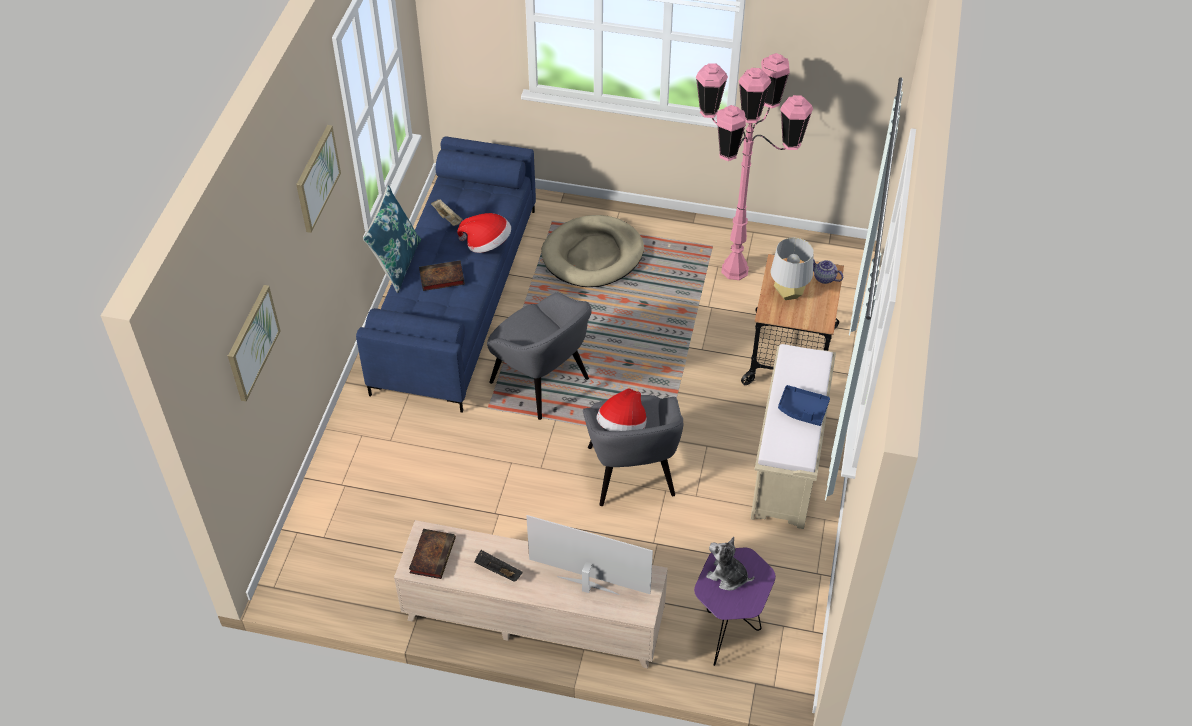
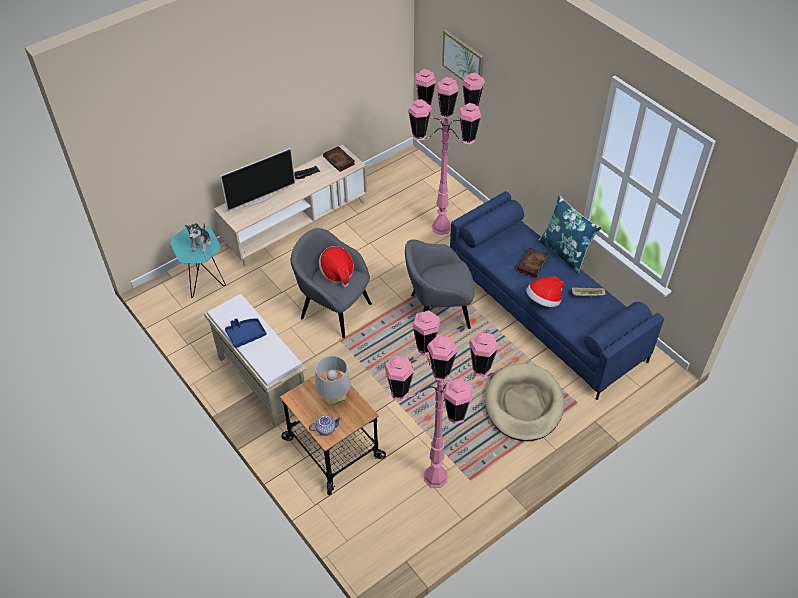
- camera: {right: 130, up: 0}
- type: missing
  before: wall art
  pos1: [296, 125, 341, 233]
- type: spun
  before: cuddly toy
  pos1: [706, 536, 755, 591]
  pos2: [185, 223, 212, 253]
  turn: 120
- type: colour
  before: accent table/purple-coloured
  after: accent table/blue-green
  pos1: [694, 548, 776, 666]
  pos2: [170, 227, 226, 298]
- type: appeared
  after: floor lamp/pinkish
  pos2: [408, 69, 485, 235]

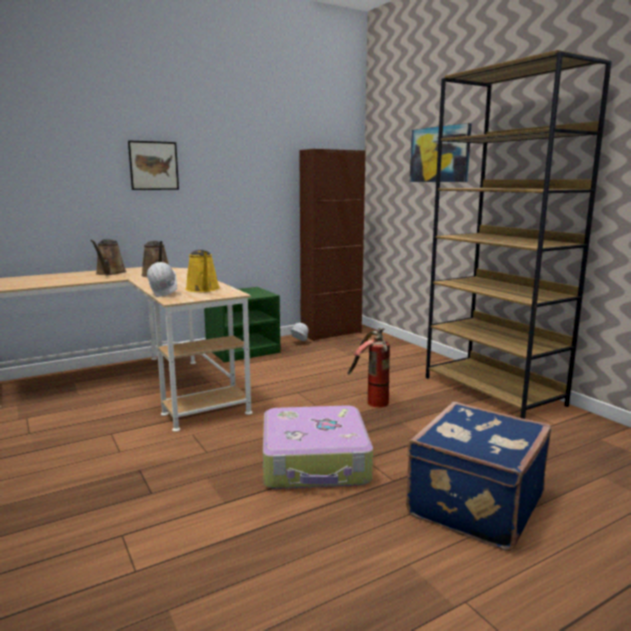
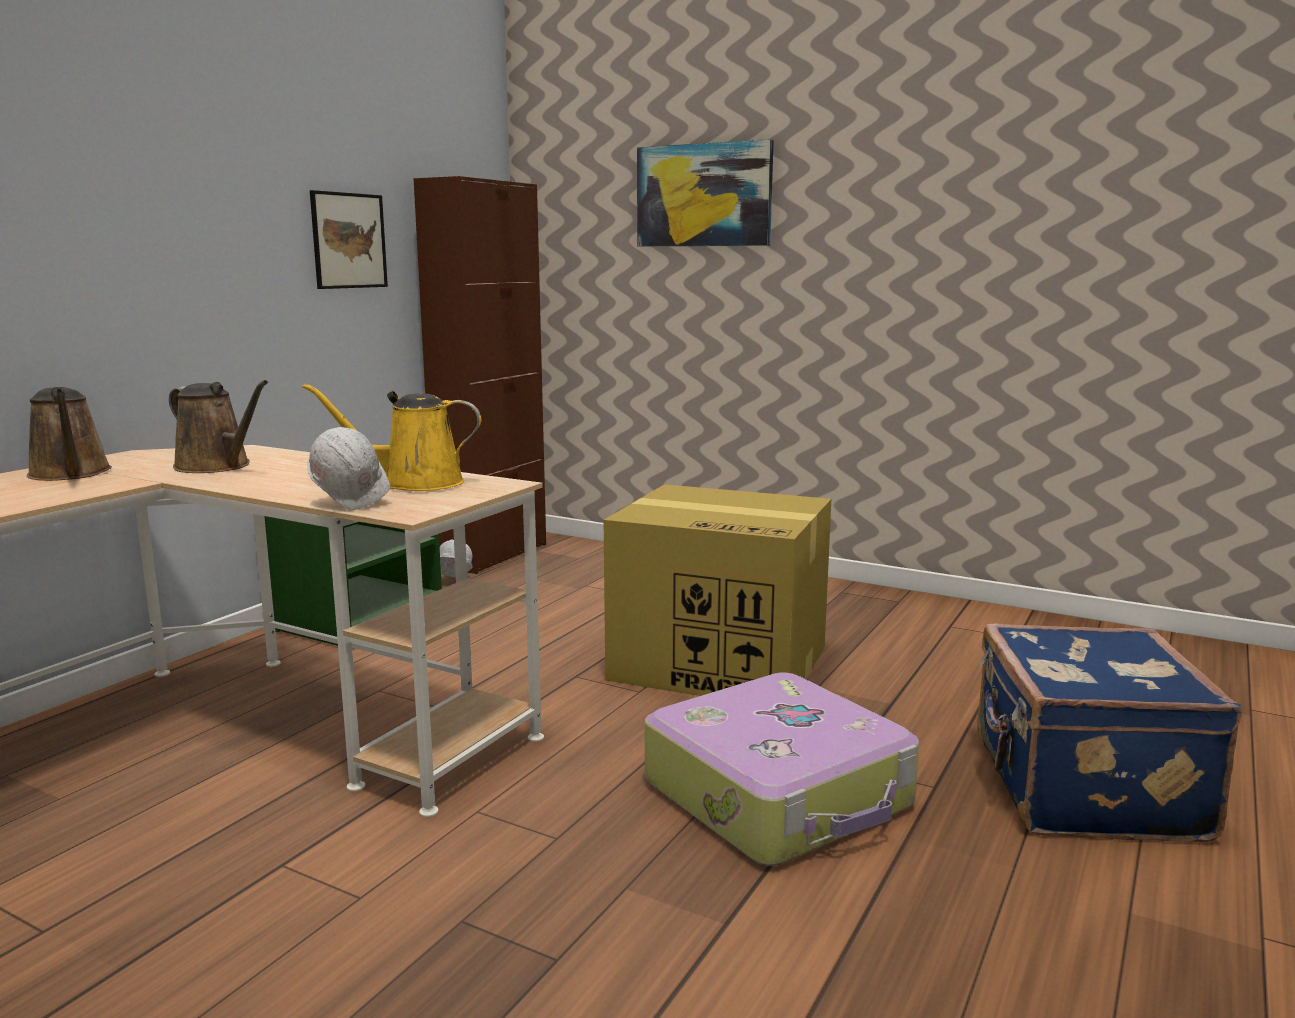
- camera: {right: -30, up: 0}
- type: missing
  before: shelving unit/brownish
  pos1: [426, 50, 612, 419]
- type: relocated
  before: wall art
  pos1: [128, 140, 179, 190]
  pos2: [310, 190, 388, 289]
- type: spun
  before: watering can/yellow-coloured
  pos1: [185, 250, 220, 292]
  pos2: [302, 383, 481, 491]
  turn: 135
- type: exchanged
  before: fire extinguisher
  after: packing box
  pos1: [347, 328, 390, 408]
  pos2: [604, 484, 831, 696]

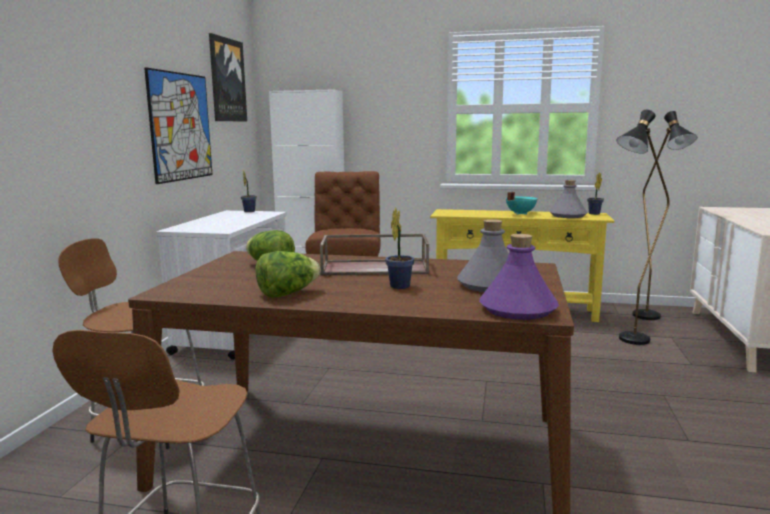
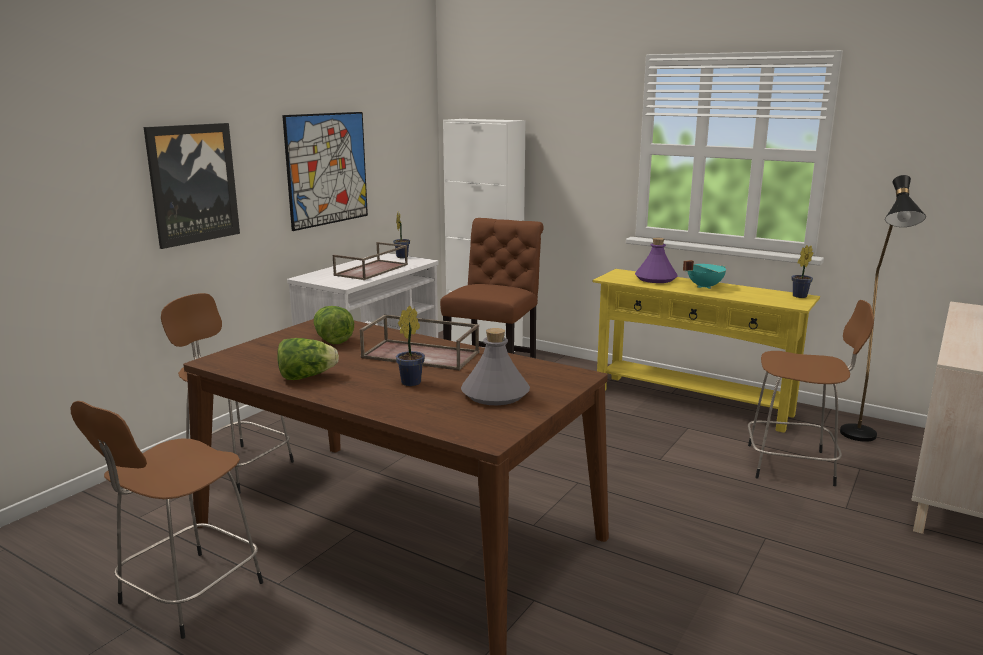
- camera: {right: 20, up: 5}
- type: relocated
  before: wall art
  pos1: [209, 33, 247, 122]
  pos2: [144, 123, 240, 249]
- type: exchanged
  before: floor lamp/black
  after: stool seat/brownish
  pos1: [617, 110, 670, 345]
  pos2: [748, 300, 874, 486]
- type: missing
  before: bottle/gray
  pos1: [550, 180, 587, 218]
- type: relocated
  before: bottle/purple-coloured
  pos1: [479, 234, 559, 320]
  pos2: [635, 238, 678, 283]
- type: appeared
  after: carrying tray/brownish
  pos2: [333, 242, 408, 280]

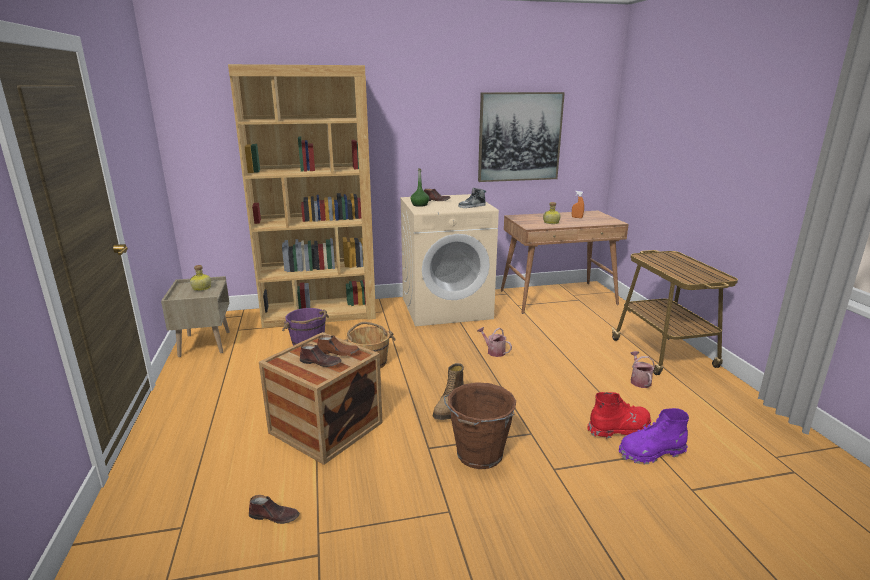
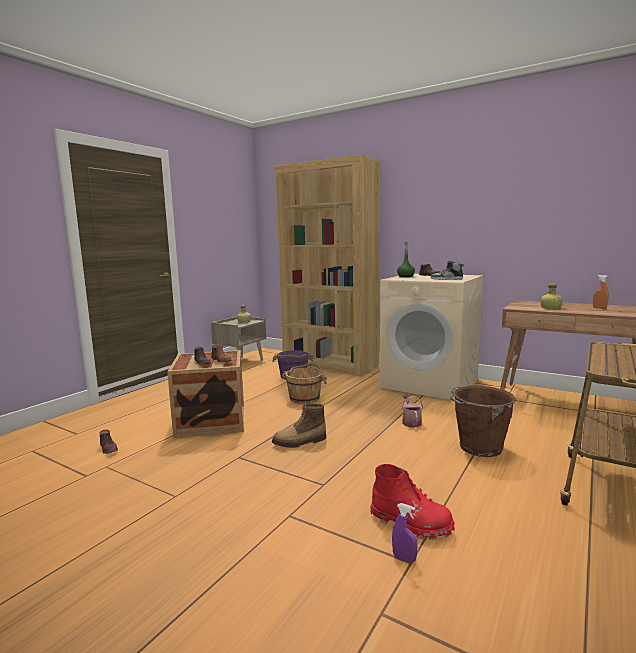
- camera: {right: 45, up: -10}
- type: missing
  before: wall art
  pos1: [478, 92, 565, 182]
- type: missing
  before: watering can
  pos1: [631, 351, 655, 388]
- type: relocated
  before: water bucket/brownish
  pos1: [444, 382, 516, 469]
  pos2: [450, 386, 516, 457]
- type: exchanged
  before: high-top boot/purple-coloured
  after: sprayer/purple-coloured
  pos1: [619, 408, 689, 464]
  pos2: [392, 503, 418, 562]

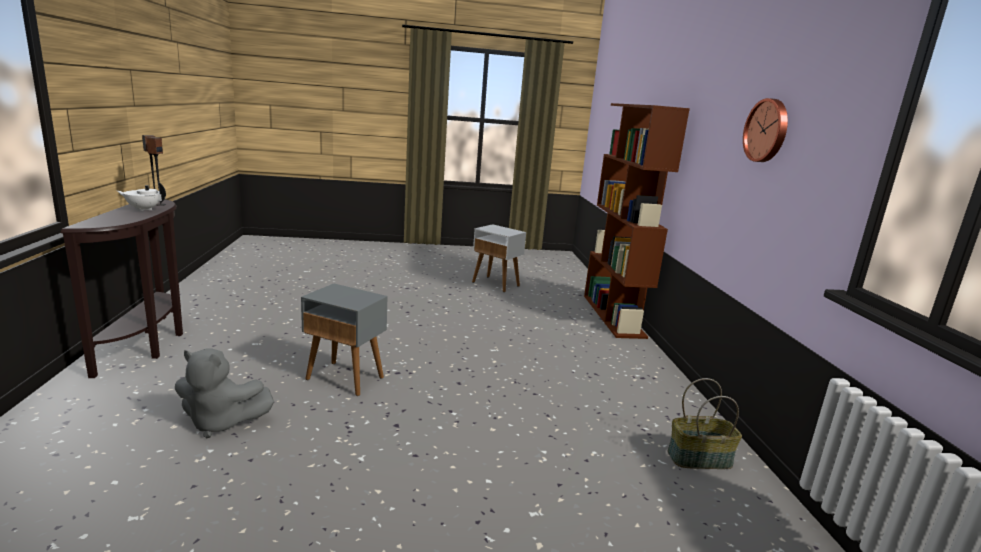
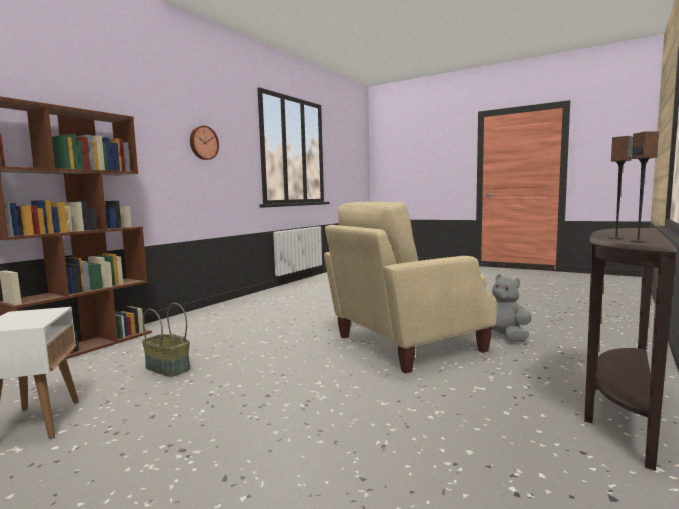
- camera: {right: -140, up: -10}
- type: missing
  before: pot for tea/white-coloured
  pos1: [117, 182, 166, 211]
- type: exchanged
  before: accent table/gray
  after: lounge chair/beige
  pos1: [301, 283, 388, 396]
  pos2: [324, 201, 497, 373]
- type: relocated
  before: storage basket
  pos1: [667, 378, 742, 469]
  pos2: [142, 303, 190, 377]

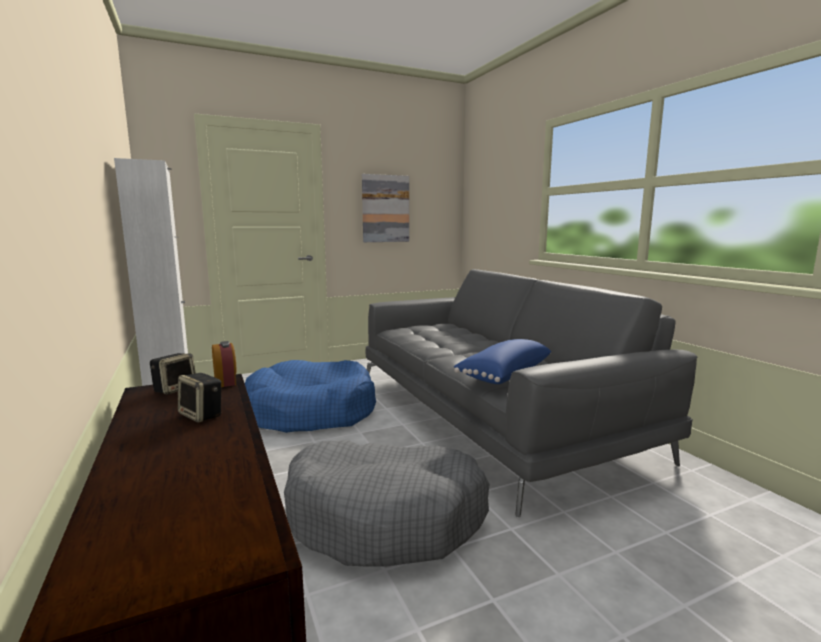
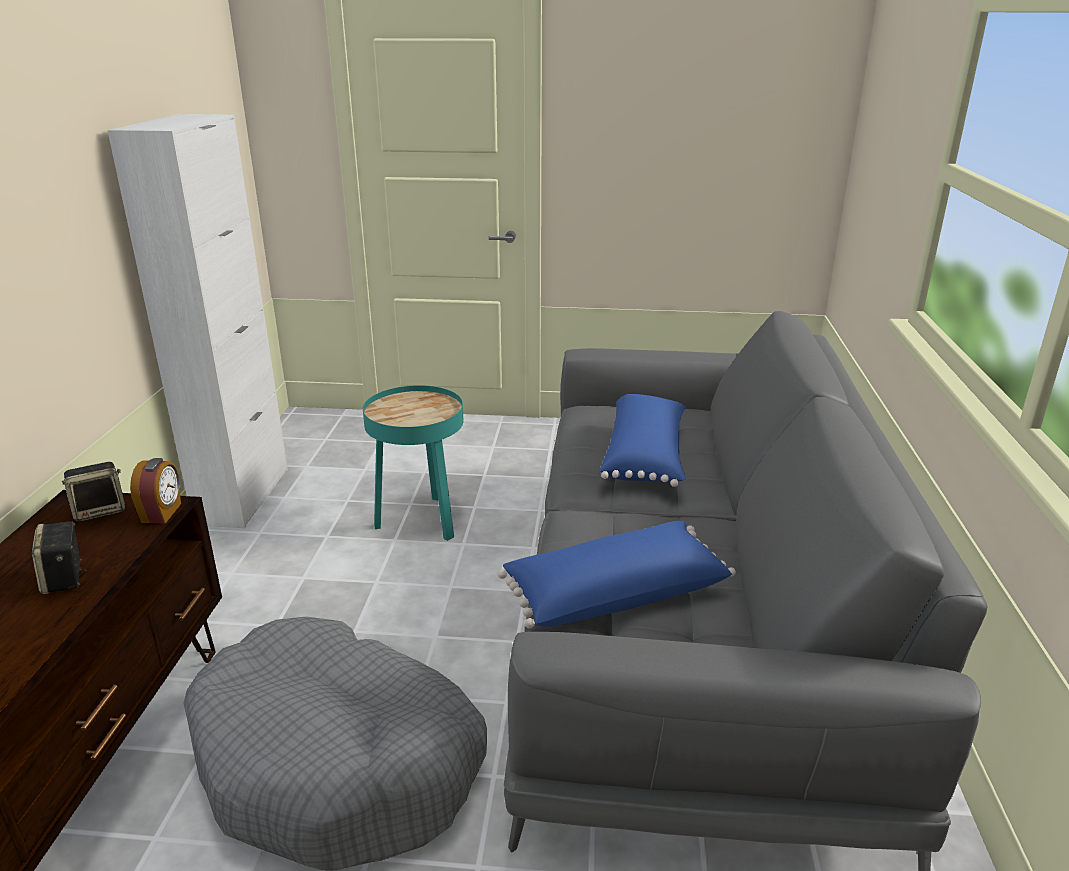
- camera: {right: 30, up: 15}
- type: missing
  before: wall art
  pos1: [362, 174, 409, 242]
- type: exchanged
  before: dog bed/bluish
  after: accent table/blue-green
  pos1: [245, 360, 376, 433]
  pos2: [363, 385, 464, 541]
- type: appeared
  after: cushion/bluish
  pos2: [600, 394, 686, 487]

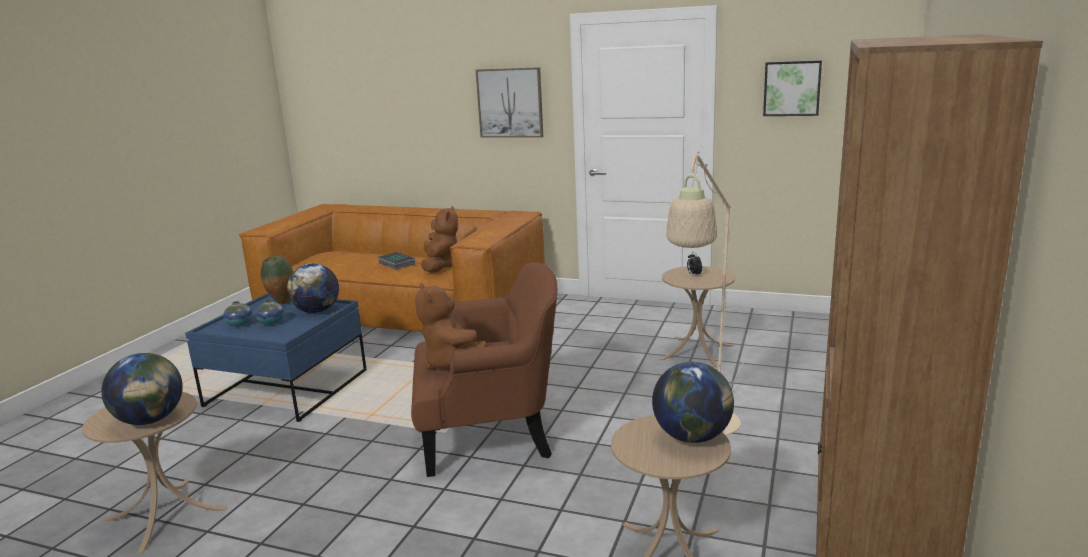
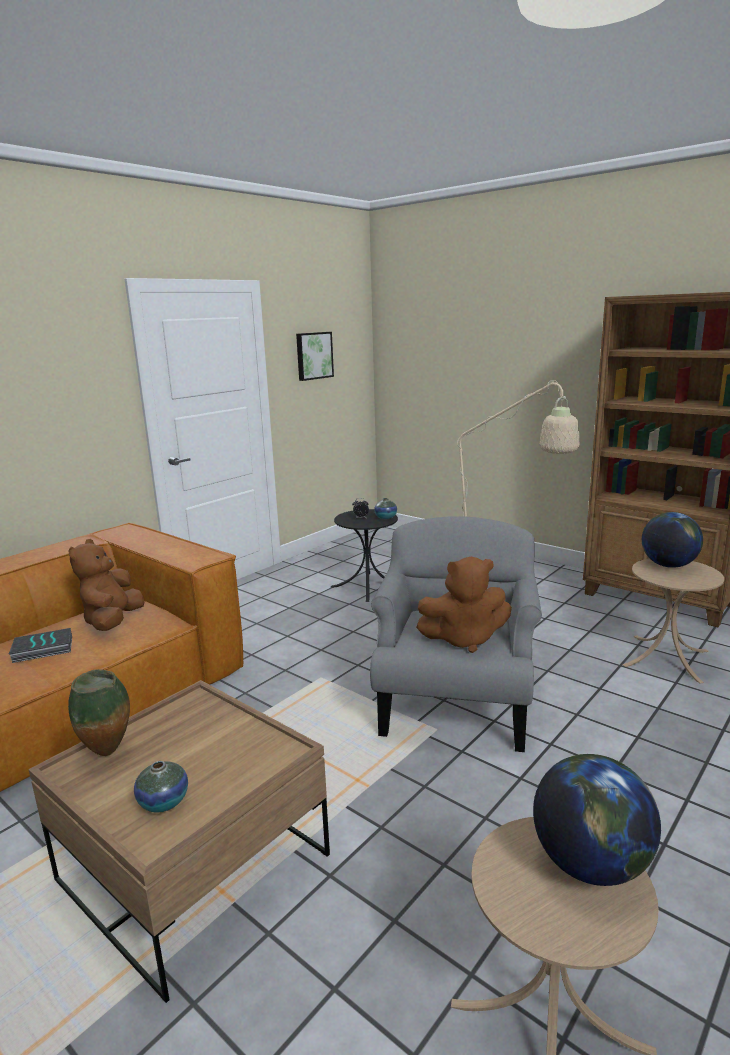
- camera: {right: -70, up: 0}
- type: missing
  before: wall art
  pos1: [476, 67, 543, 138]
- type: spun
  before: cuddly toy/brownish
  pos1: [421, 206, 458, 273]
  pos2: [69, 539, 145, 631]
  turn: -105
- type: colour
  before: lounge chair/brownish
  after: lounge chair/gray
  pos1: [411, 262, 558, 477]
  pos2: [370, 516, 542, 752]
- type: missing
  before: globe
  pos1: [287, 263, 339, 313]
- type: colour
  before: accent table/beige
  after: accent table/black
  pos1: [658, 266, 735, 368]
  pos2: [331, 509, 398, 602]
- type: colour
  before: low table/bluish
  after: low table/brownish
  pos1: [185, 293, 367, 422]
  pos2: [28, 680, 330, 1003]
- type: relocated
  before: vase
  pos1: [256, 300, 285, 325]
  pos2: [374, 498, 397, 519]

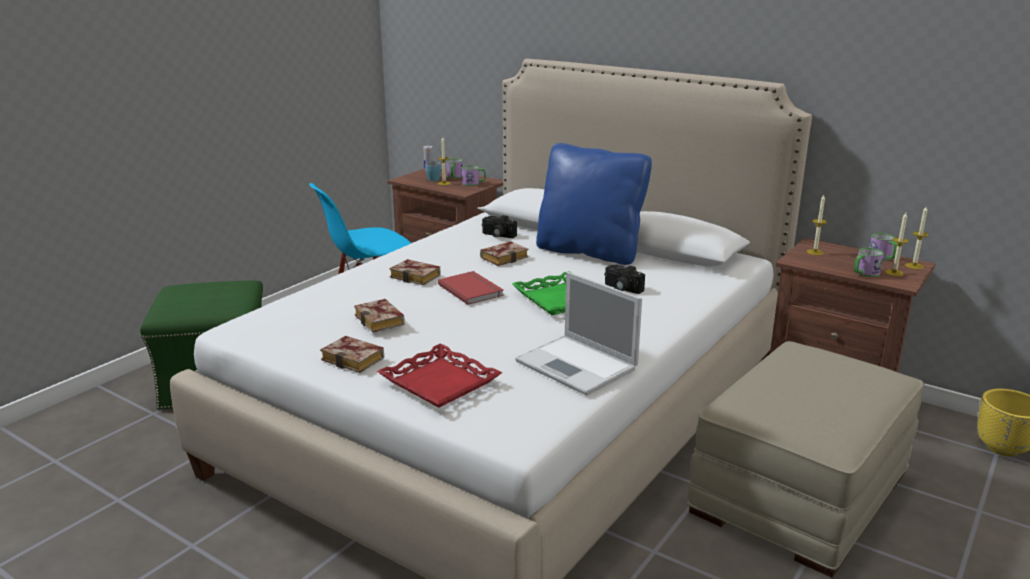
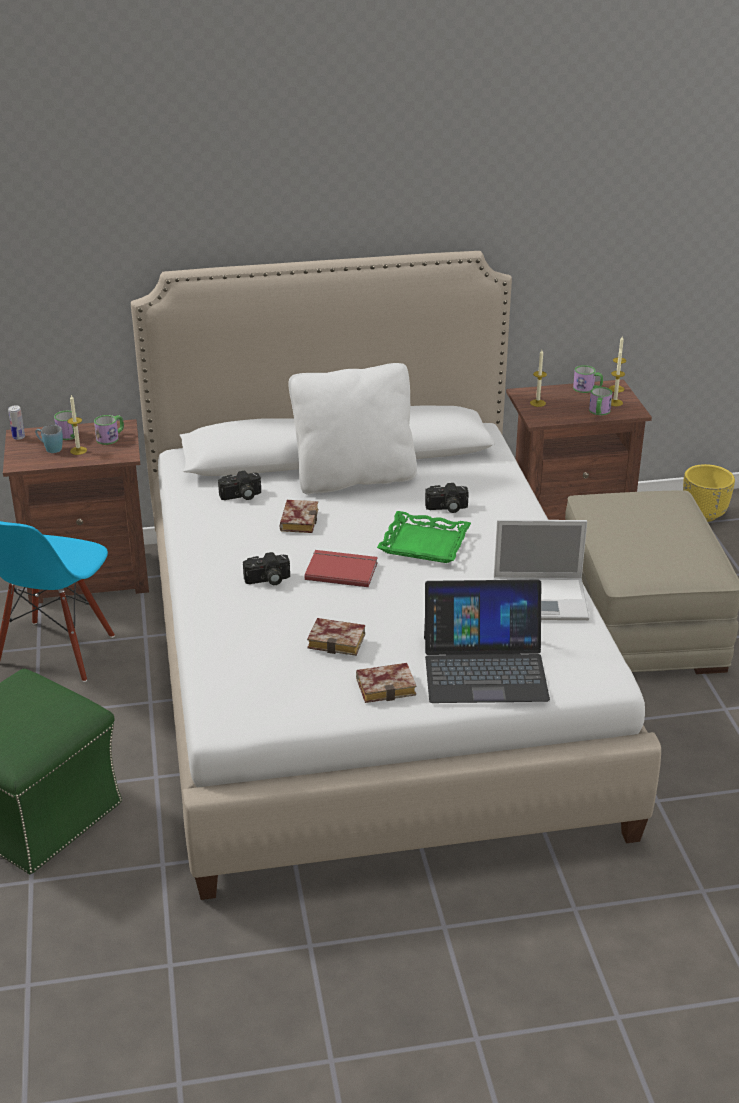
- camera: {right: -45, up: 10}
- type: colour
  before: cushion/bluish
  after: cushion/white-coloured
  pos1: [536, 143, 652, 265]
  pos2: [288, 363, 417, 495]
- type: exchanged
  before: bound book
  after: photo camera
  pos1: [389, 259, 441, 285]
  pos2: [243, 552, 290, 585]
- type: exchanged
  before: carrying tray/red-coloured
  after: portable computer
  pos1: [377, 343, 502, 408]
  pos2: [424, 580, 550, 703]

